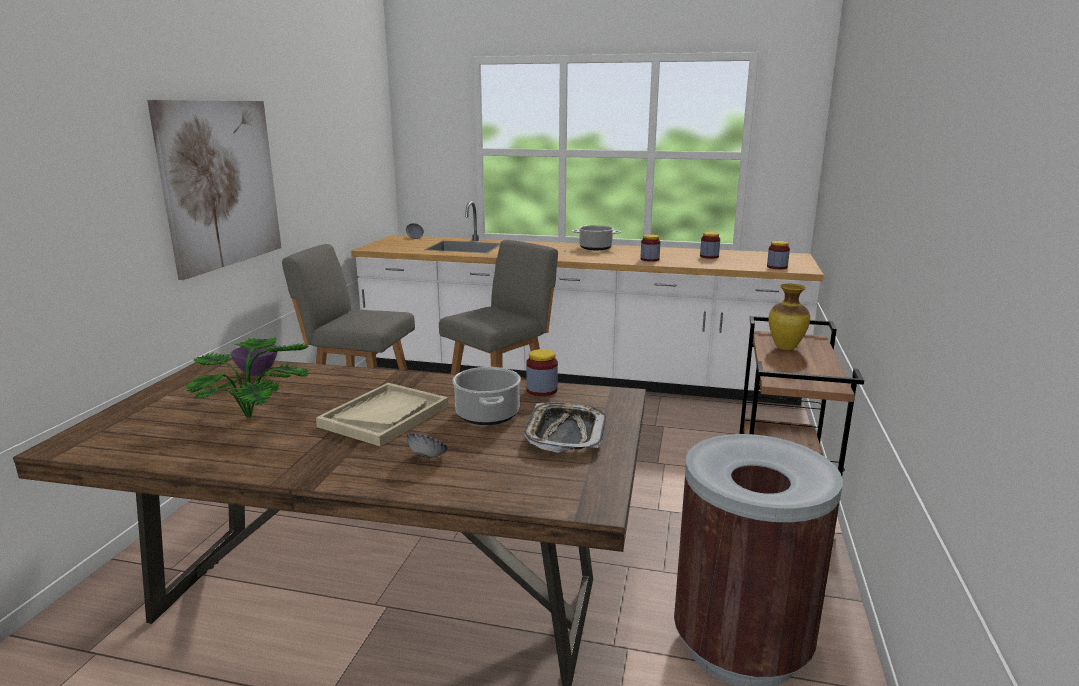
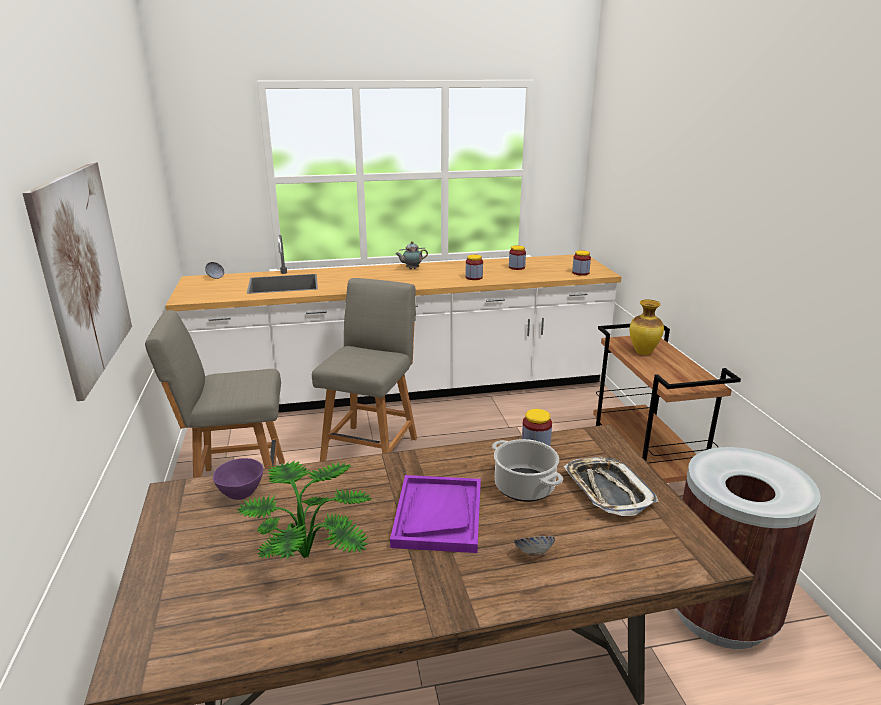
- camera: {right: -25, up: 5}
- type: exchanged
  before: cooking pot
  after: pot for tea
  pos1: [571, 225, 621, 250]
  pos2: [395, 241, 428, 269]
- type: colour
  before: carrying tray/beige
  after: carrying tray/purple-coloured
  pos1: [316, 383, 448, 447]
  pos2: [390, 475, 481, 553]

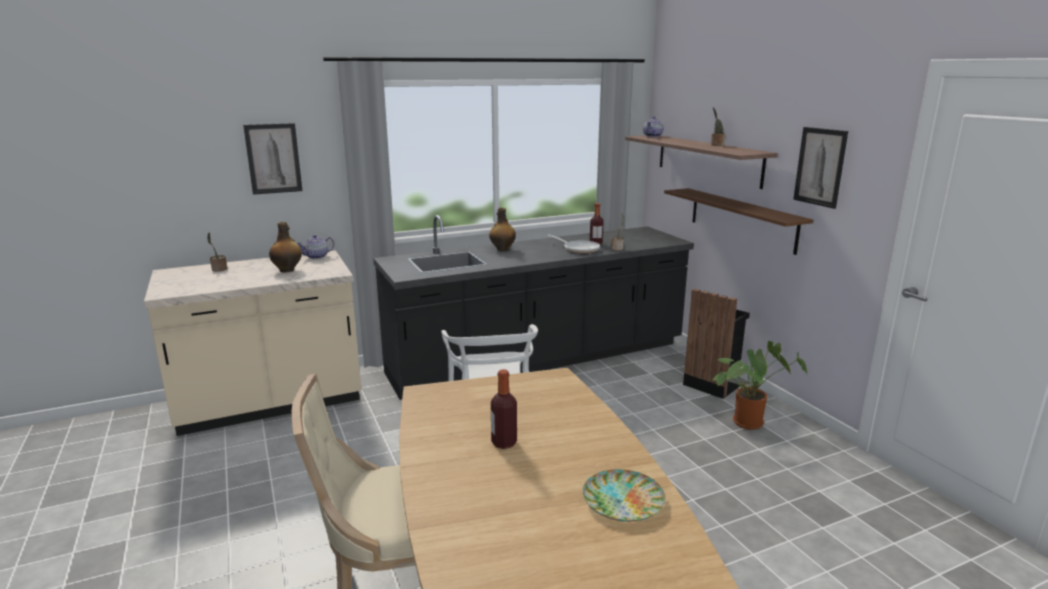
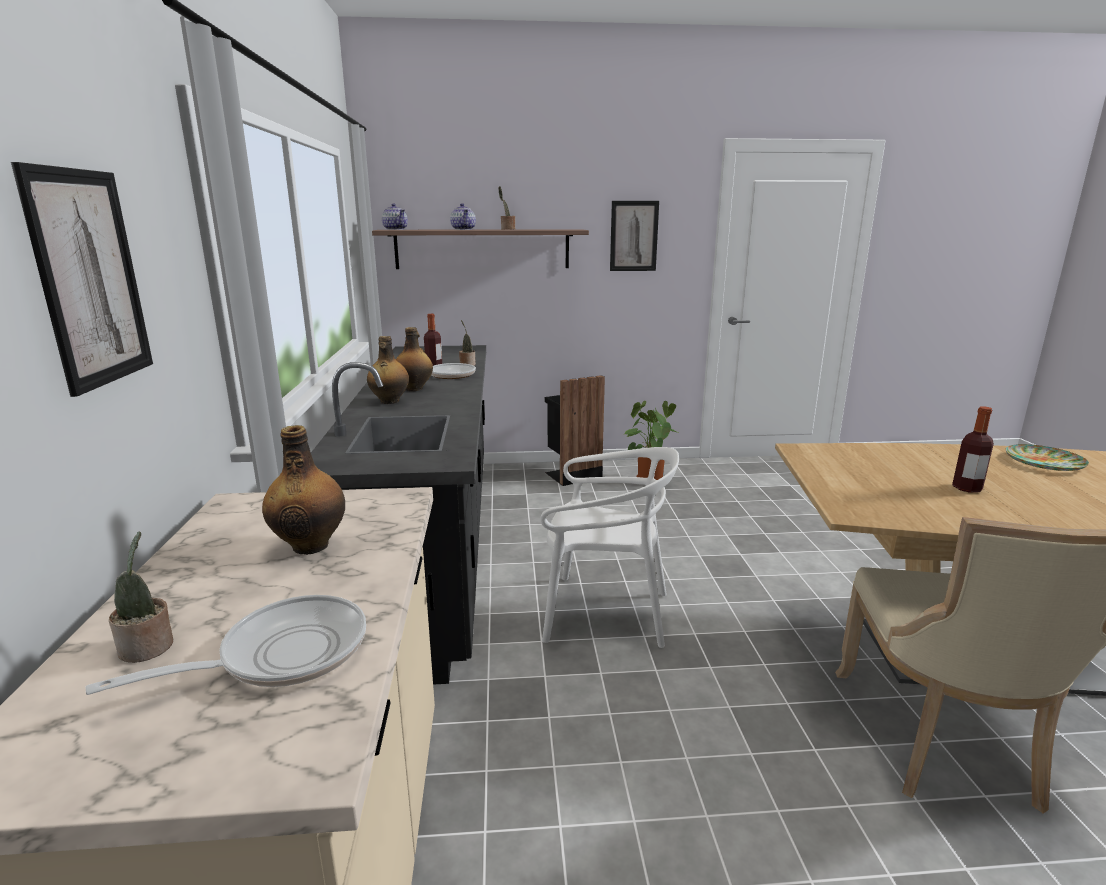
- camera: {right: -70, up: 0}
- type: missing
  before: bracket shelf/brownish
  pos1: [664, 188, 814, 255]
- type: relocated
  before: pot for tea
  pos1: [297, 235, 334, 259]
  pos2: [450, 203, 476, 230]
- type: appeared
  after: bottle
  pos2: [396, 327, 433, 391]
- type: appeared
  after: skillet
  pos2: [86, 595, 366, 695]

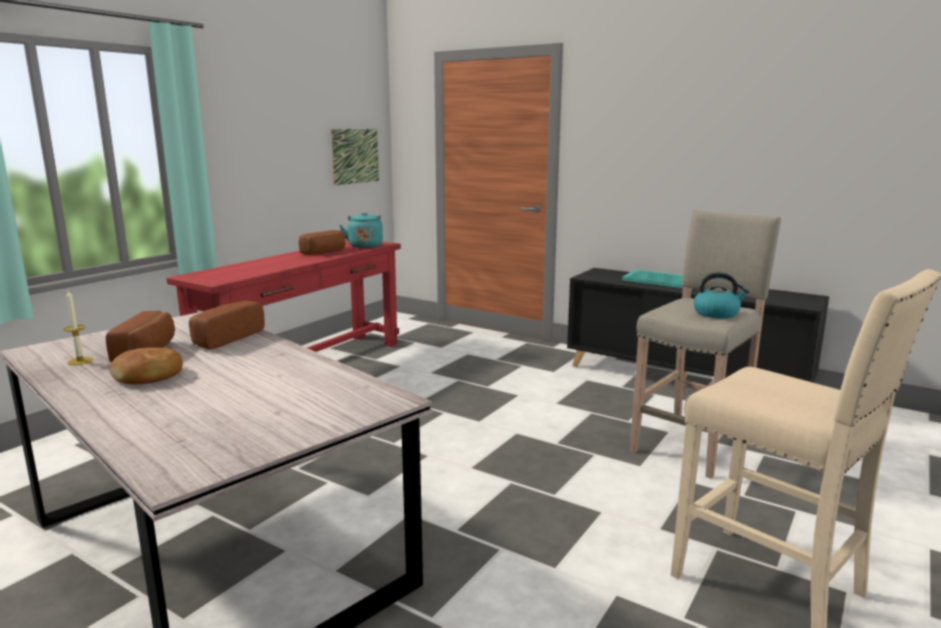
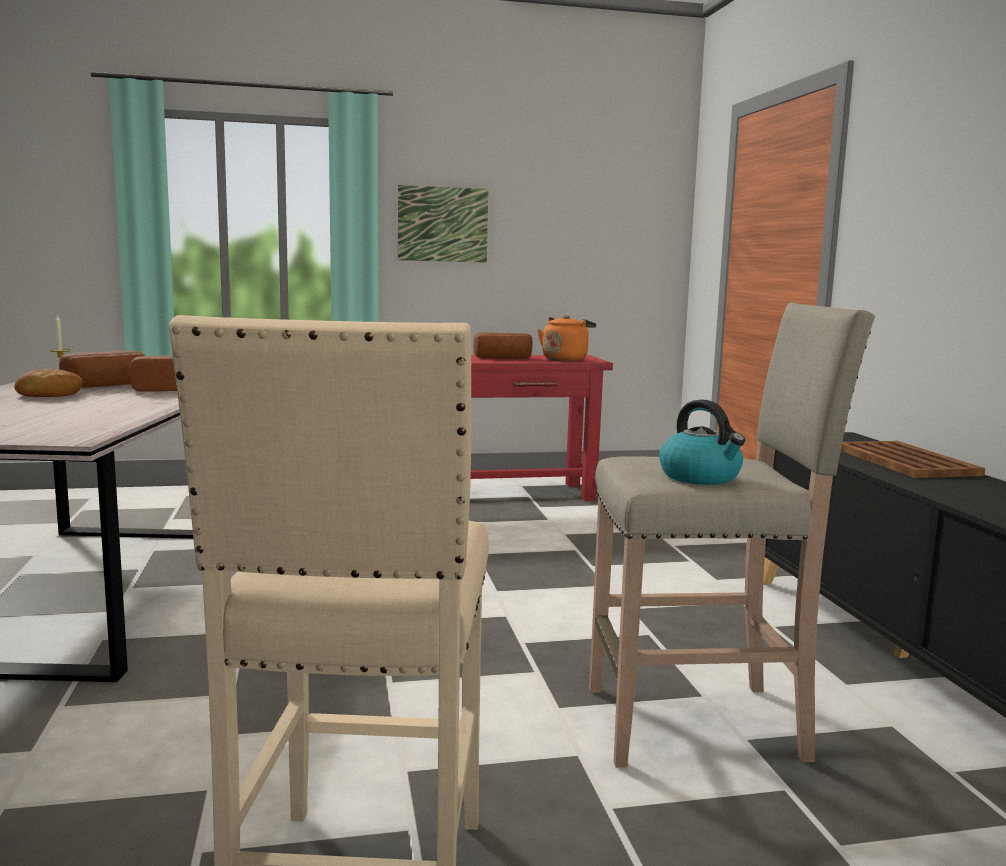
- camera: {right: 45, up: -5}
- type: relocated
  before: wall art
  pos1: [331, 129, 379, 185]
  pos2: [398, 185, 488, 263]
- type: colour
  before: tea kettle/blue-green
  after: tea kettle/orangey
  pos1: [339, 212, 383, 248]
  pos2: [538, 315, 596, 361]
- type: colour
  before: carrying tray/blue-green
  after: carrying tray/brownish
  pos1: [622, 270, 693, 289]
  pos2: [841, 441, 985, 478]

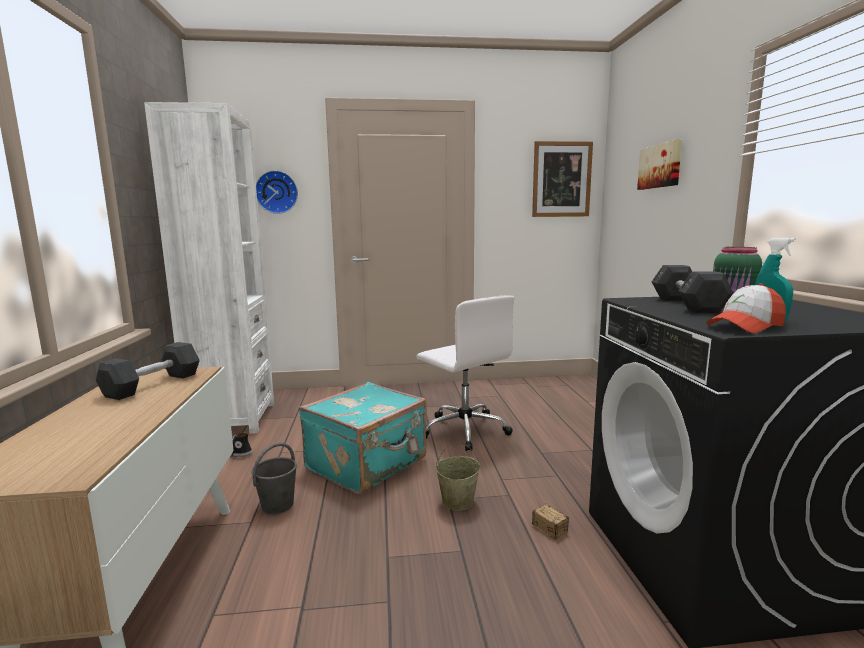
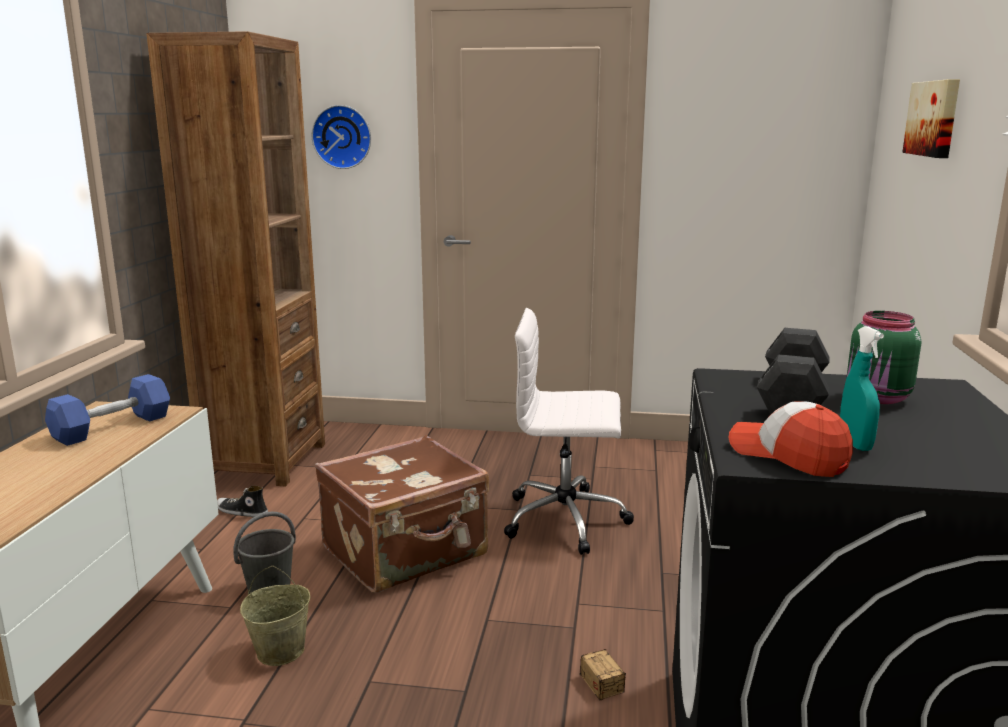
- camera: {right: 15, up: 5}
- type: colour
  before: shelving unit/white-coloured
  after: shelving unit/brownish
  pos1: [144, 102, 274, 434]
  pos2: [147, 31, 325, 487]
- type: missing
  before: wall art
  pos1: [532, 141, 593, 217]
- type: spun
  before: cap
  pos1: [706, 284, 786, 334]
  pos2: [729, 401, 853, 477]
  turn: 60
- type: spun
  before: computer chair/white-coloured
  pos1: [417, 295, 514, 451]
  pos2: [504, 308, 634, 555]
  turn: 120
- type: colour
  before: hand weight/gray
  after: hand weight/bluish
  pos1: [96, 342, 200, 400]
  pos2: [45, 374, 170, 446]
- type: colour
  before: travel case/blue-green
  after: travel case/brownish
  pos1: [299, 382, 427, 494]
  pos2: [315, 435, 489, 593]
- type: relocated
  before: water bucket/beige
  pos1: [435, 441, 480, 511]
  pos2: [240, 566, 310, 666]

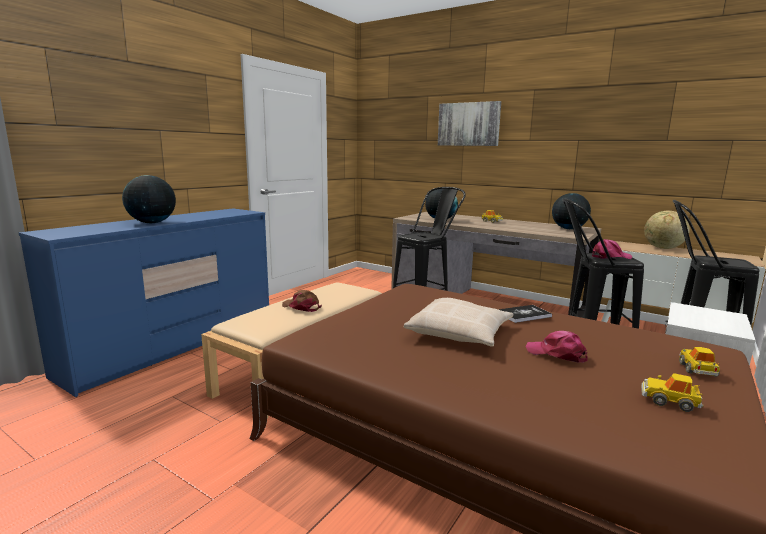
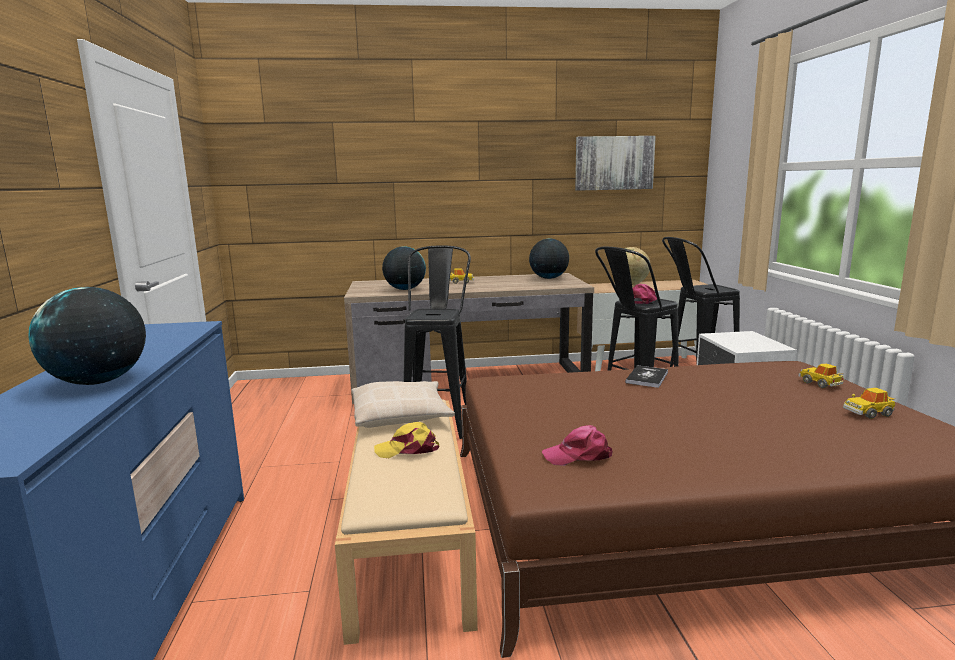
- camera: {right: -40, up: 0}
- type: relocated
  before: wall art
  pos1: [438, 101, 501, 146]
  pos2: [575, 136, 656, 191]
- type: colour
  before: cap/brownish
  after: cap/yellow-coloured
  pos1: [282, 290, 322, 312]
  pos2: [374, 422, 440, 458]
- type: relocated
  before: cushion/beige
  pos1: [404, 298, 513, 347]
  pos2: [351, 381, 455, 428]
- type: relocated
  before: cap/pinkish
  pos1: [526, 331, 588, 363]
  pos2: [542, 425, 612, 466]

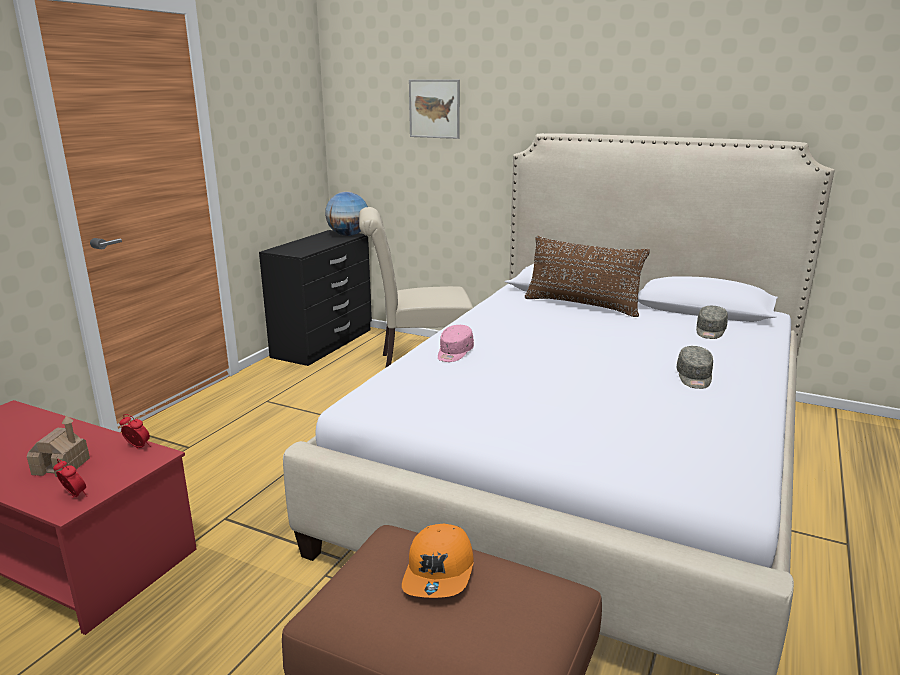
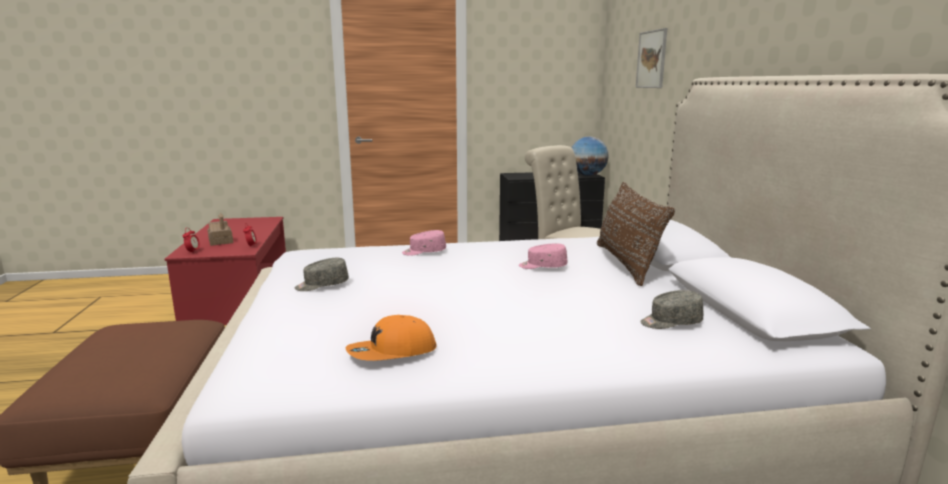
- camera: {right: 55, up: -5}
- type: relocated
  before: cap/gray
  pos1: [676, 346, 713, 389]
  pos2: [295, 258, 349, 291]
- type: relocated
  before: cap/orangey
  pos1: [402, 524, 474, 598]
  pos2: [346, 315, 437, 361]
- type: appeared
  after: cap/pinkish
  pos2: [519, 243, 567, 269]

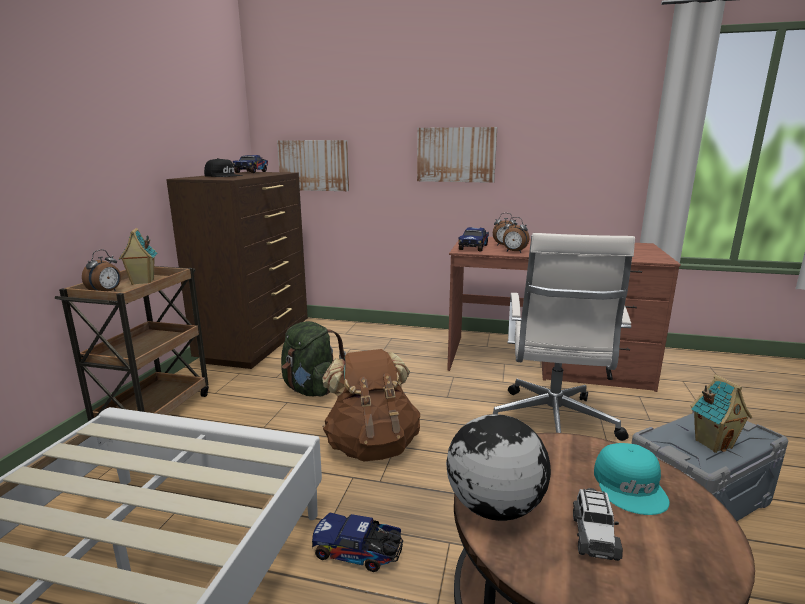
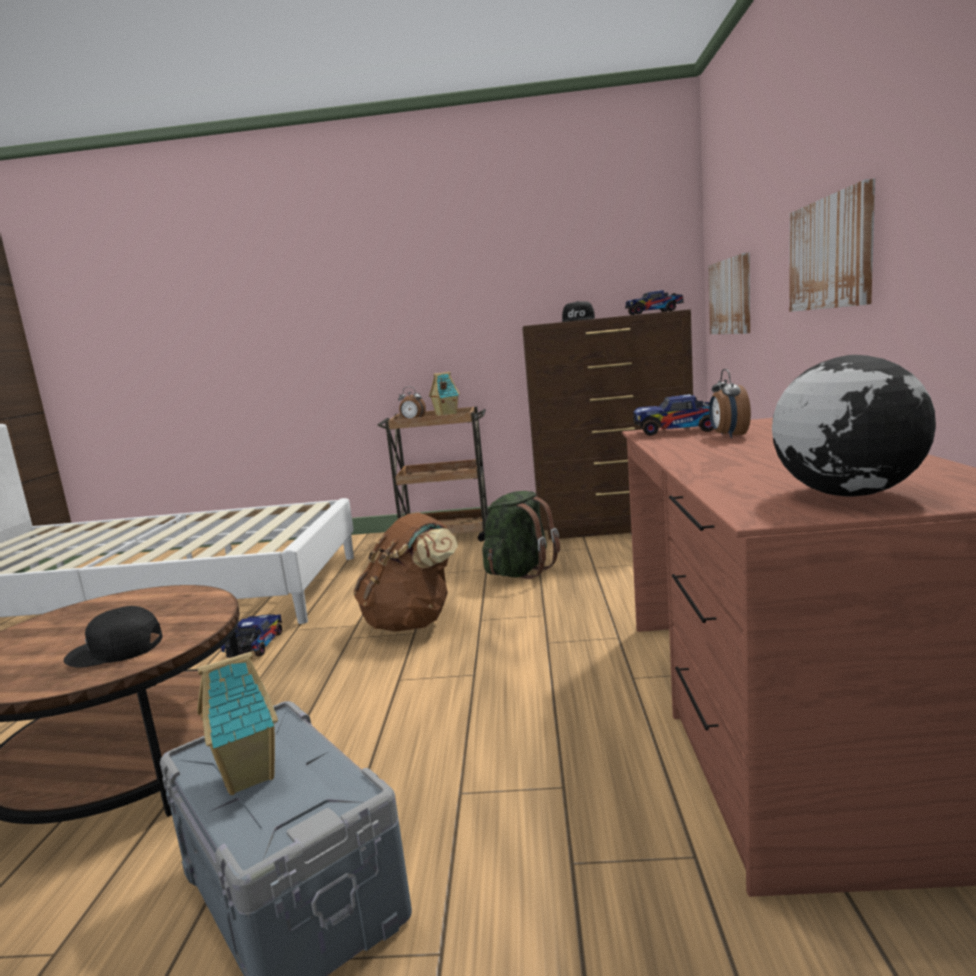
- camera: {right: 80, up: -5}
- type: missing
  before: alarm clock
  pos1: [503, 217, 530, 253]
- type: missing
  before: computer chair/white-coloured
  pos1: [493, 233, 635, 441]
- type: relocated
  before: globe
  pos1: [446, 414, 551, 521]
  pos2: [772, 355, 936, 497]
- type: colour
  before: cap/blue-green
  after: cap/black
  pos1: [594, 443, 670, 515]
  pos2: [64, 606, 163, 668]
- type: missing
  before: miniature car
  pos1: [573, 488, 623, 561]

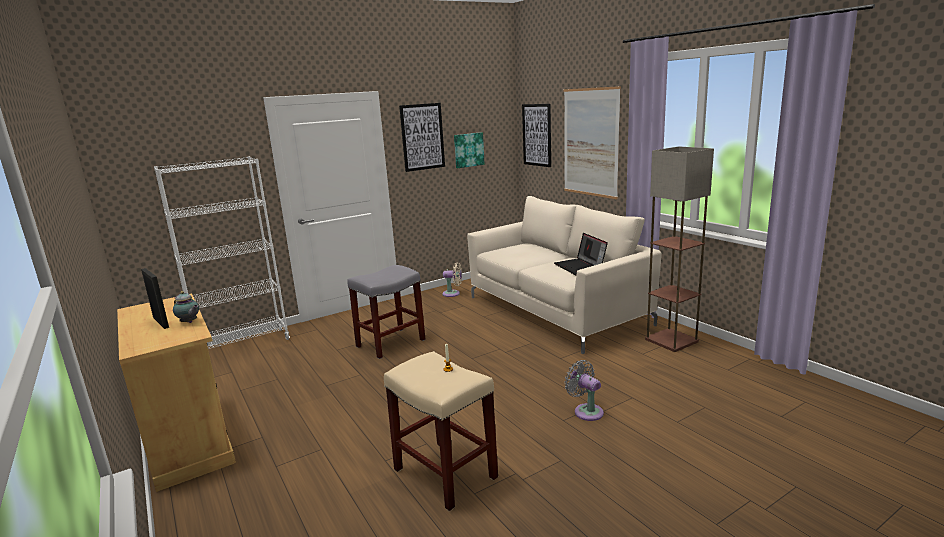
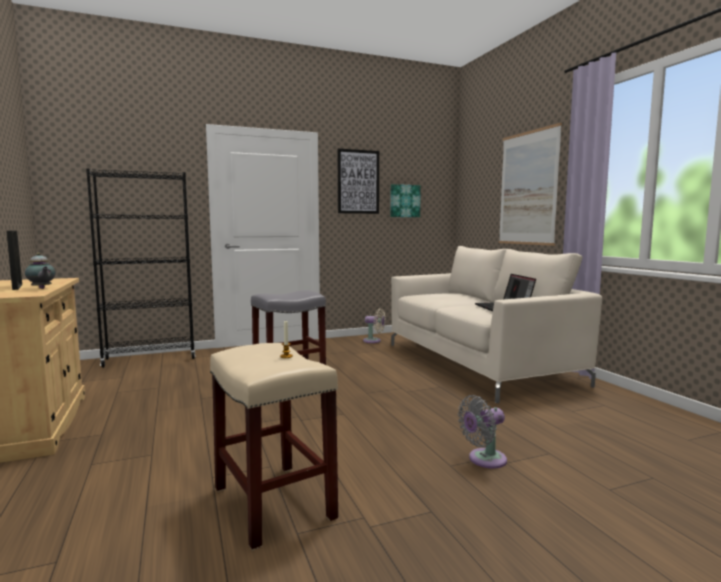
- camera: {right: 10, up: -10}
- type: missing
  before: wall art
  pos1: [522, 104, 551, 167]
- type: missing
  before: floor lamp
  pos1: [645, 146, 714, 352]
- type: colour
  before: shelving unit/white-coloured
  after: shelving unit/black
  pos1: [154, 156, 290, 349]
  pos2: [86, 168, 196, 368]
- type: spun
  before: fan/gray
  pos1: [564, 360, 604, 421]
  pos2: [458, 395, 507, 468]
  turn: -90

